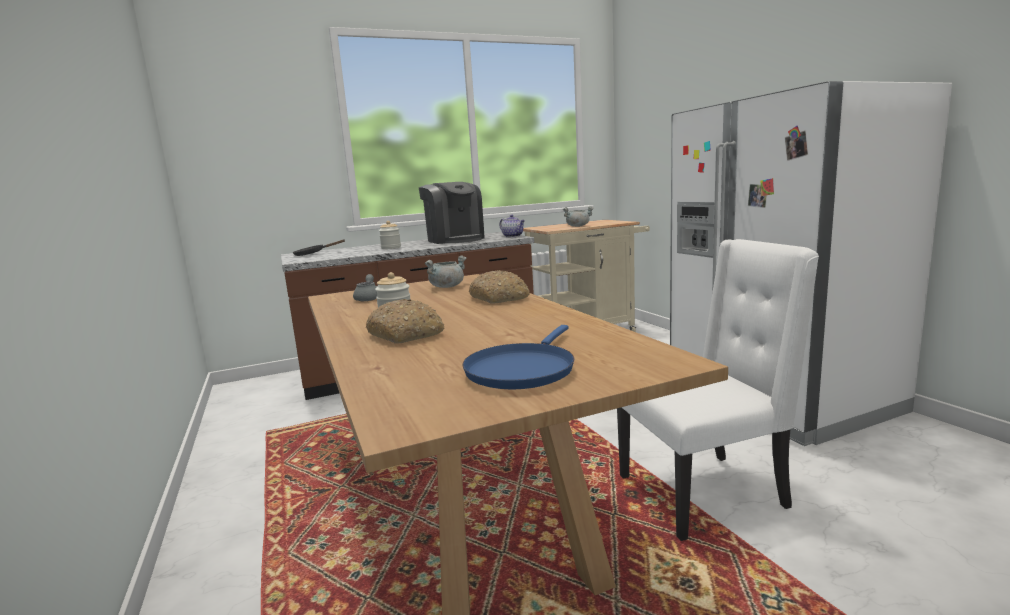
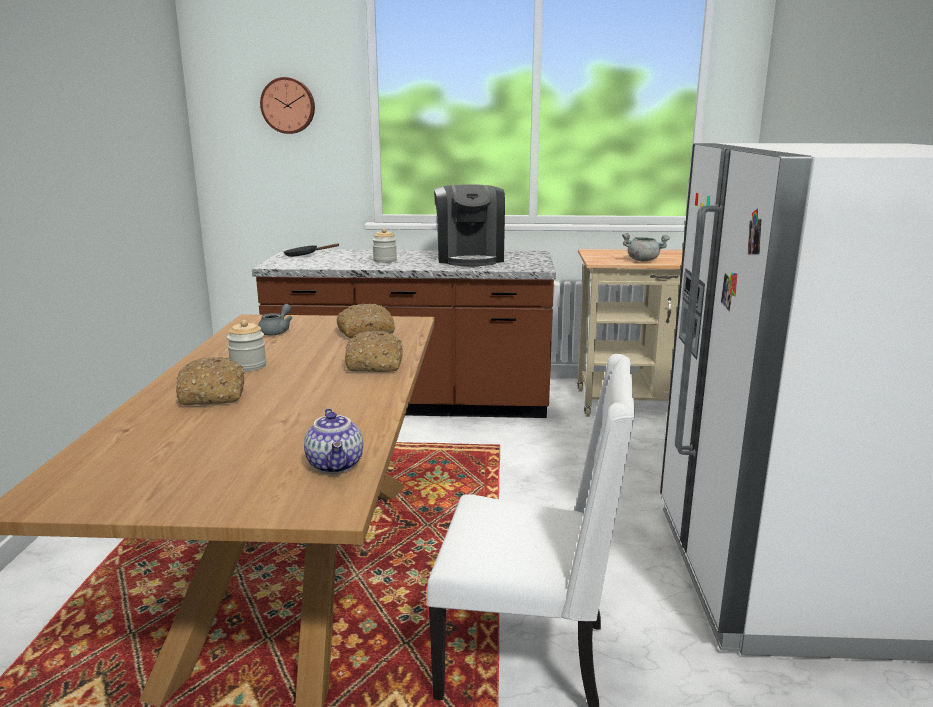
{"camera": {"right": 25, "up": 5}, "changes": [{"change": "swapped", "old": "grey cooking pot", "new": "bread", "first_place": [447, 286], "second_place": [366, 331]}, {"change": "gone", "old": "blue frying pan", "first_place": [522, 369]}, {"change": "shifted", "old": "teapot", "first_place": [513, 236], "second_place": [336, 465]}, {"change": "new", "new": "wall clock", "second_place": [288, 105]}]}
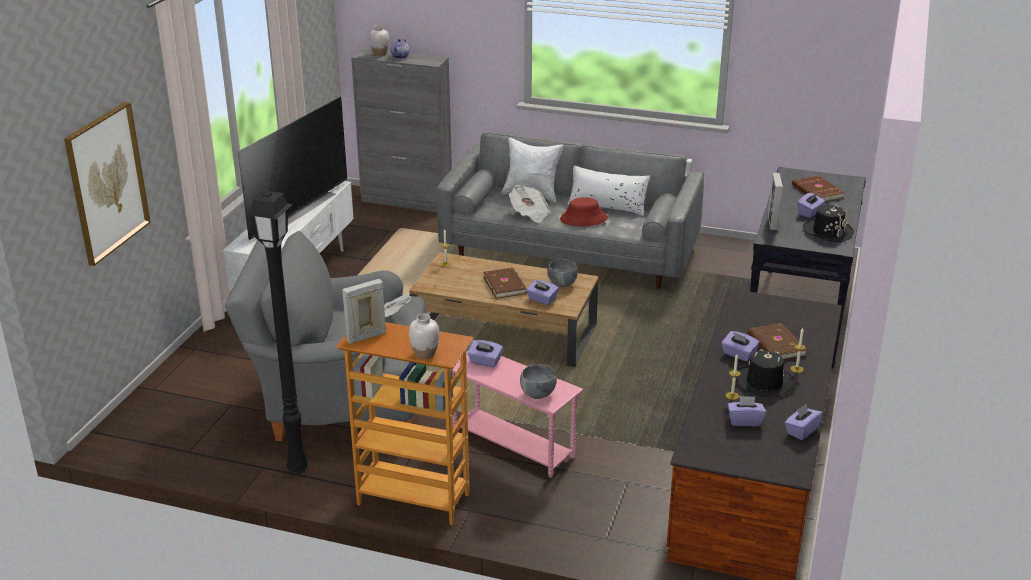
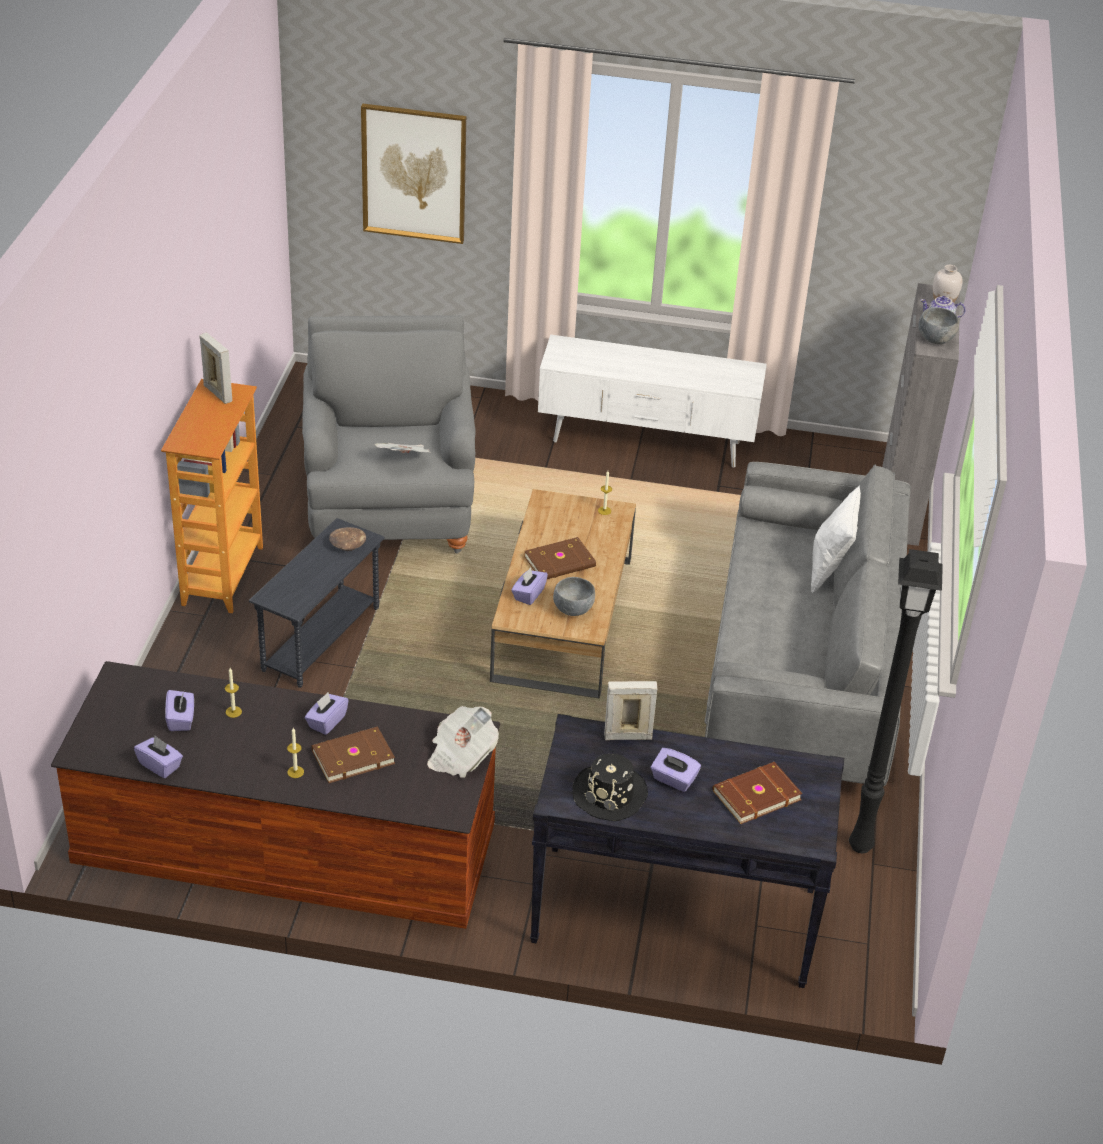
{"camera": {"right": 80, "up": 10}, "changes": [{"change": "gone", "old": "television", "first_place": [295, 210]}, {"change": "shifted", "old": "black floor lamp", "first_place": [299, 468], "second_place": [862, 847]}, {"change": "gone", "old": "white vase", "first_place": [425, 354]}, {"change": "repainted", "old": "pink side table", "new": "grey side table", "first_place": [512, 445], "second_place": [320, 639]}, {"change": "swapped", "old": "purple tissue box", "new": "brown bowl", "first_place": [485, 362], "second_place": [348, 545]}, {"change": "shifted", "old": "newspaper", "first_place": [529, 214], "second_place": [460, 755]}, {"change": "shifted", "old": "grey bowl", "first_place": [537, 394], "second_place": [935, 339]}, {"change": "gone", "old": "red hat", "first_place": [583, 219]}, {"change": "gone", "old": "white pillow", "first_place": [607, 206]}, {"change": "gone", "old": "black hat", "first_place": [764, 382]}]}
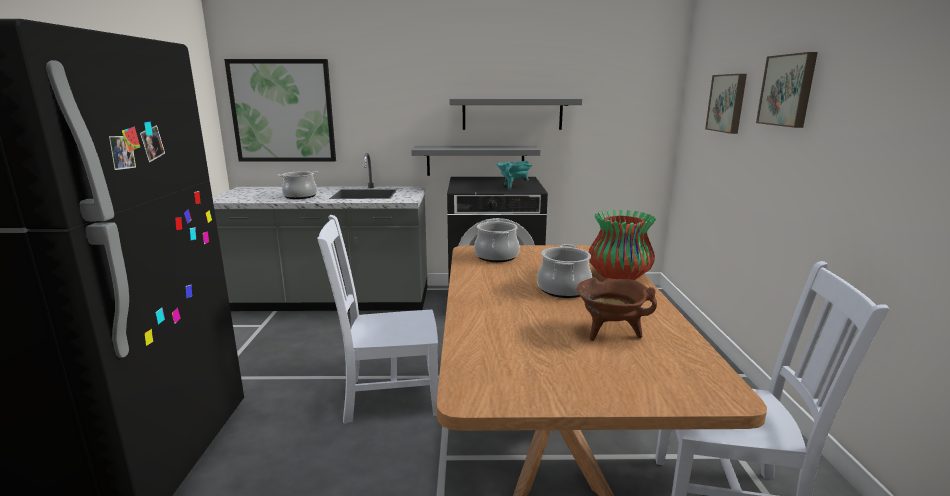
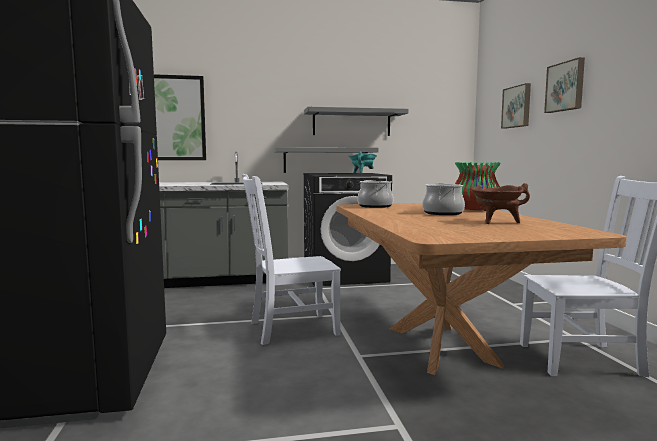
{"camera": {"right": -10, "up": -10}, "changes": [{"change": "gone", "old": "cooking pot", "first_place": [300, 196]}]}
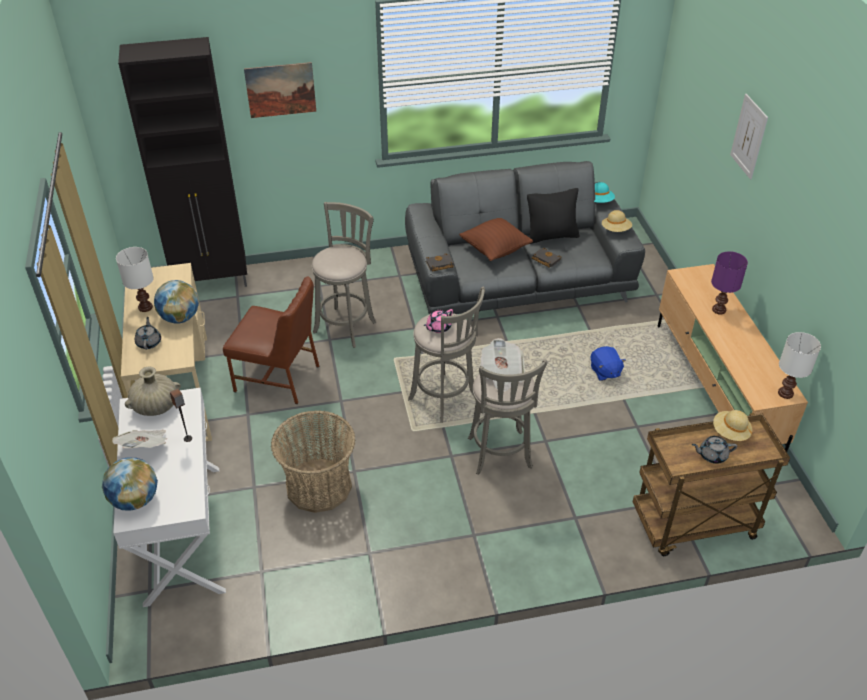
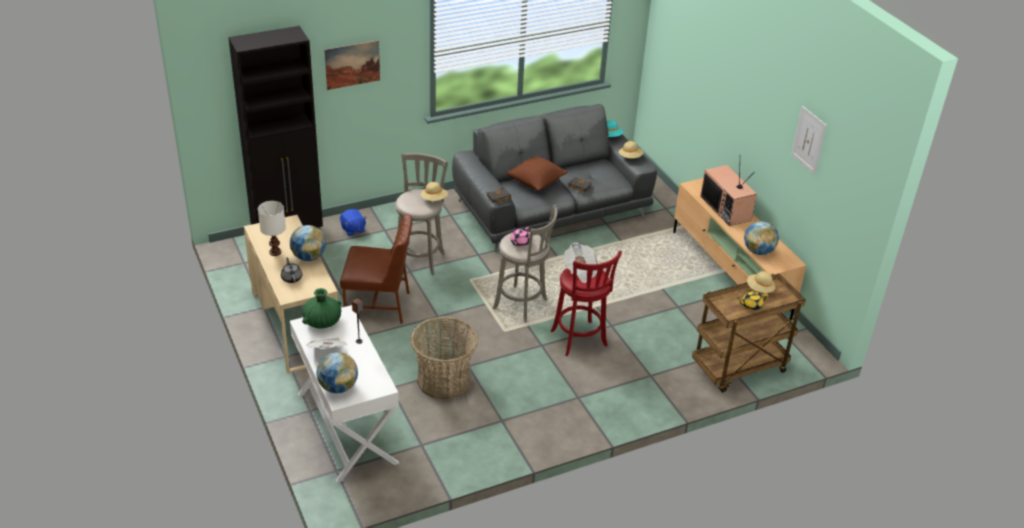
{"camera": {"right": -15, "up": -5}, "changes": [{"change": "repainted", "old": "beige vase", "new": "green vase", "first_place": [156, 406], "second_place": [322, 322]}, {"change": "repainted", "old": "grey stool", "new": "red stool", "first_place": [500, 455], "second_place": [580, 340]}, {"change": "gone", "old": "black pillow", "first_place": [551, 236]}, {"change": "shifted", "old": "blue plush toy", "first_place": [605, 372], "second_place": [353, 229]}, {"change": "repainted", "old": "grey teapot", "new": "yellow teapot", "first_place": [712, 455], "second_place": [751, 305]}, {"change": "swapped", "old": "purple table lamp", "new": "television", "first_place": [719, 310], "second_place": [727, 208]}, {"change": "shifted", "old": "picture", "first_place": [749, 136], "second_place": [808, 140]}, {"change": "gone", "old": "white table lamp", "first_place": [784, 393]}, {"change": "new", "new": "beige hat", "second_place": [434, 199]}, {"change": "new", "new": "globe", "second_place": [758, 251]}]}
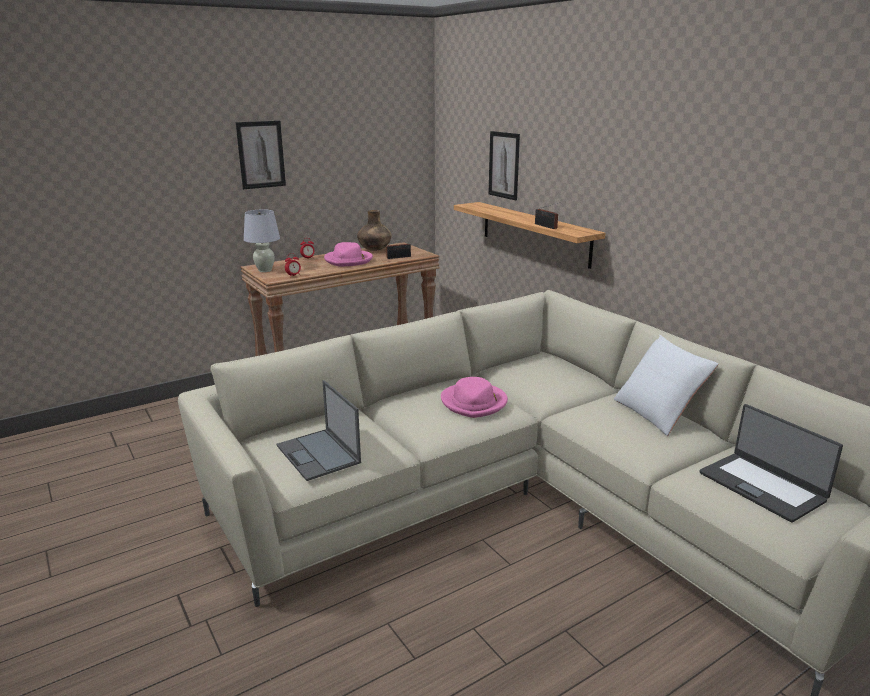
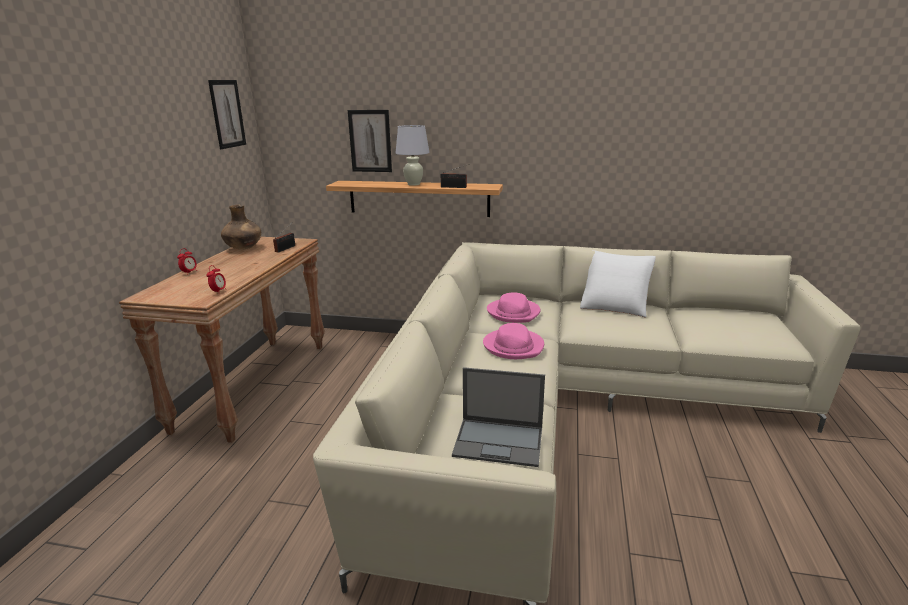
{"camera": {"right": -45, "up": 0}, "changes": [{"change": "shifted", "old": "picture", "first_place": [261, 154], "second_place": [227, 114]}, {"change": "shifted", "old": "white table lamp", "first_place": [265, 270], "second_place": [413, 184]}, {"change": "shifted", "old": "pink hat", "first_place": [348, 260], "second_place": [513, 313]}, {"change": "gone", "old": "laptop", "first_place": [762, 486]}]}
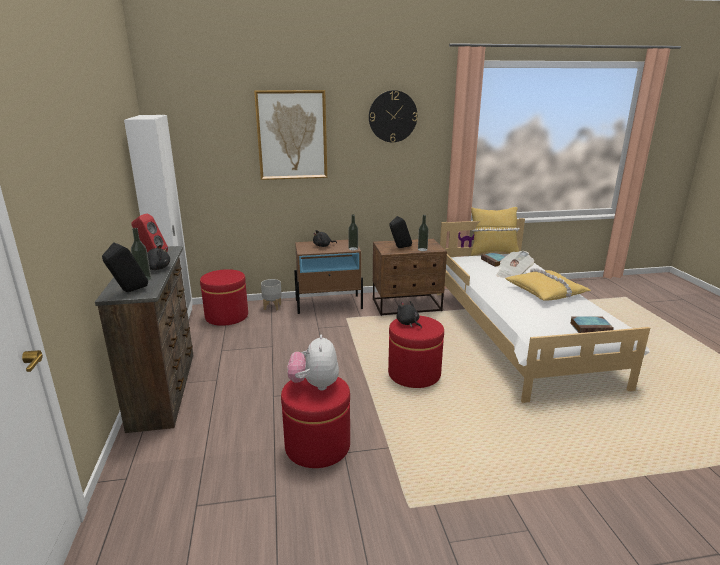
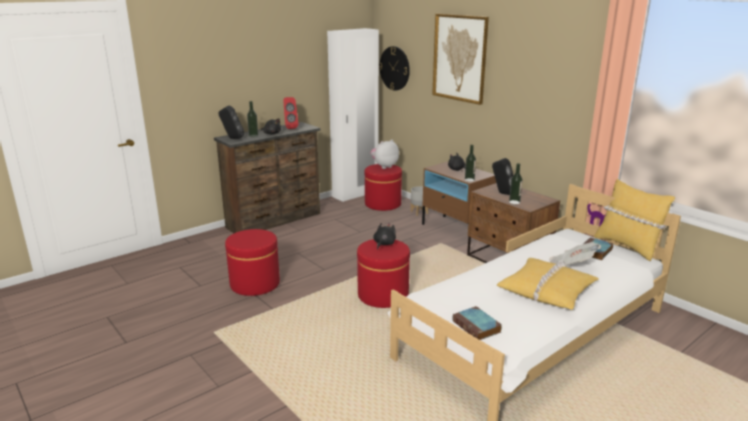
{"camera": {"right": 60, "up": 0}, "changes": [{"change": "shifted", "old": "plush toy", "first_place": [314, 385], "second_place": [384, 166]}, {"change": "shifted", "old": "wall clock", "first_place": [392, 116], "second_place": [394, 68]}]}
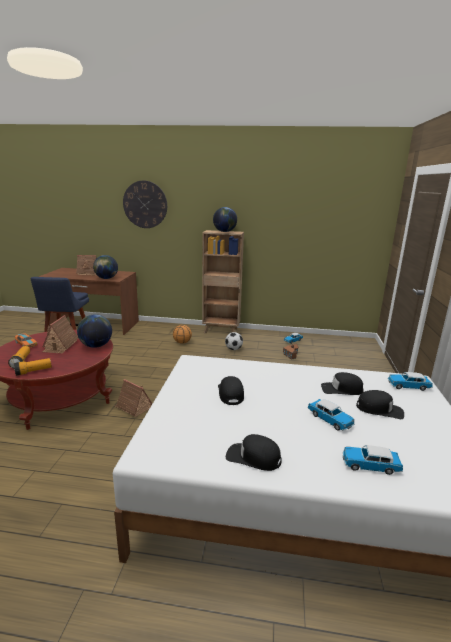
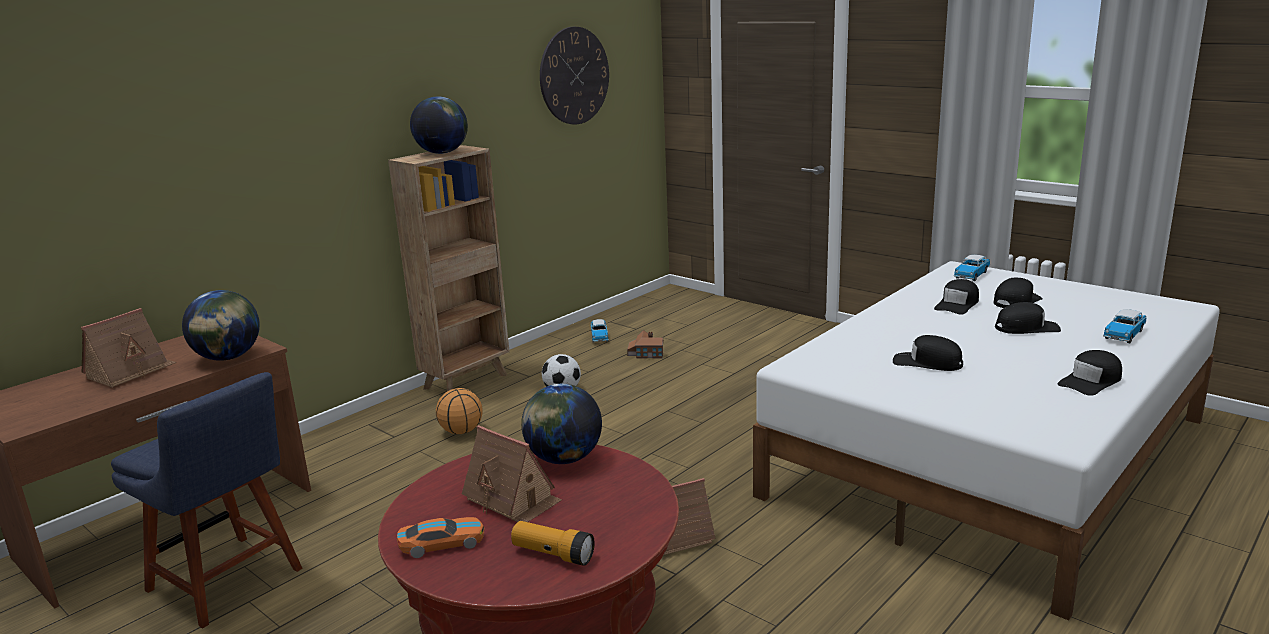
{"camera": {"right": -55, "up": 0}, "changes": [{"change": "gone", "old": "flashlight", "first_place": [34, 371]}, {"change": "shifted", "old": "wall clock", "first_place": [145, 204], "second_place": [574, 76]}, {"change": "swapped", "old": "toy car", "new": "black cap", "first_place": [330, 420], "second_place": [1026, 328]}]}
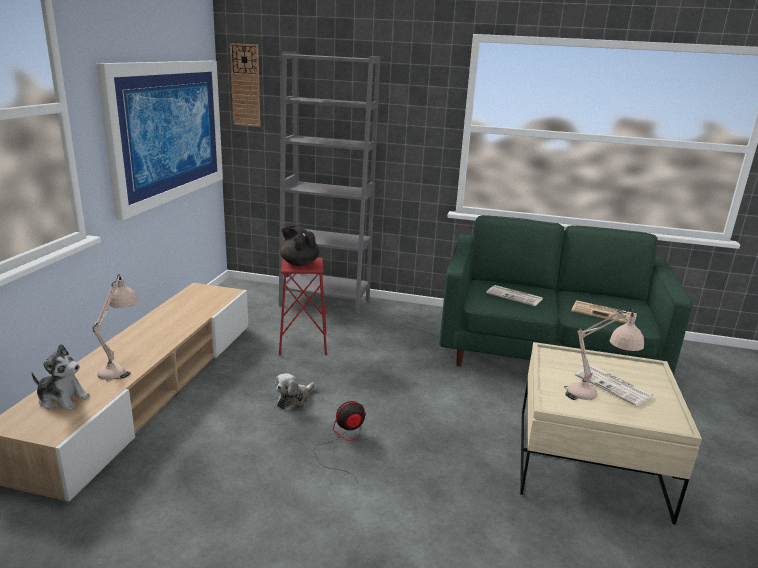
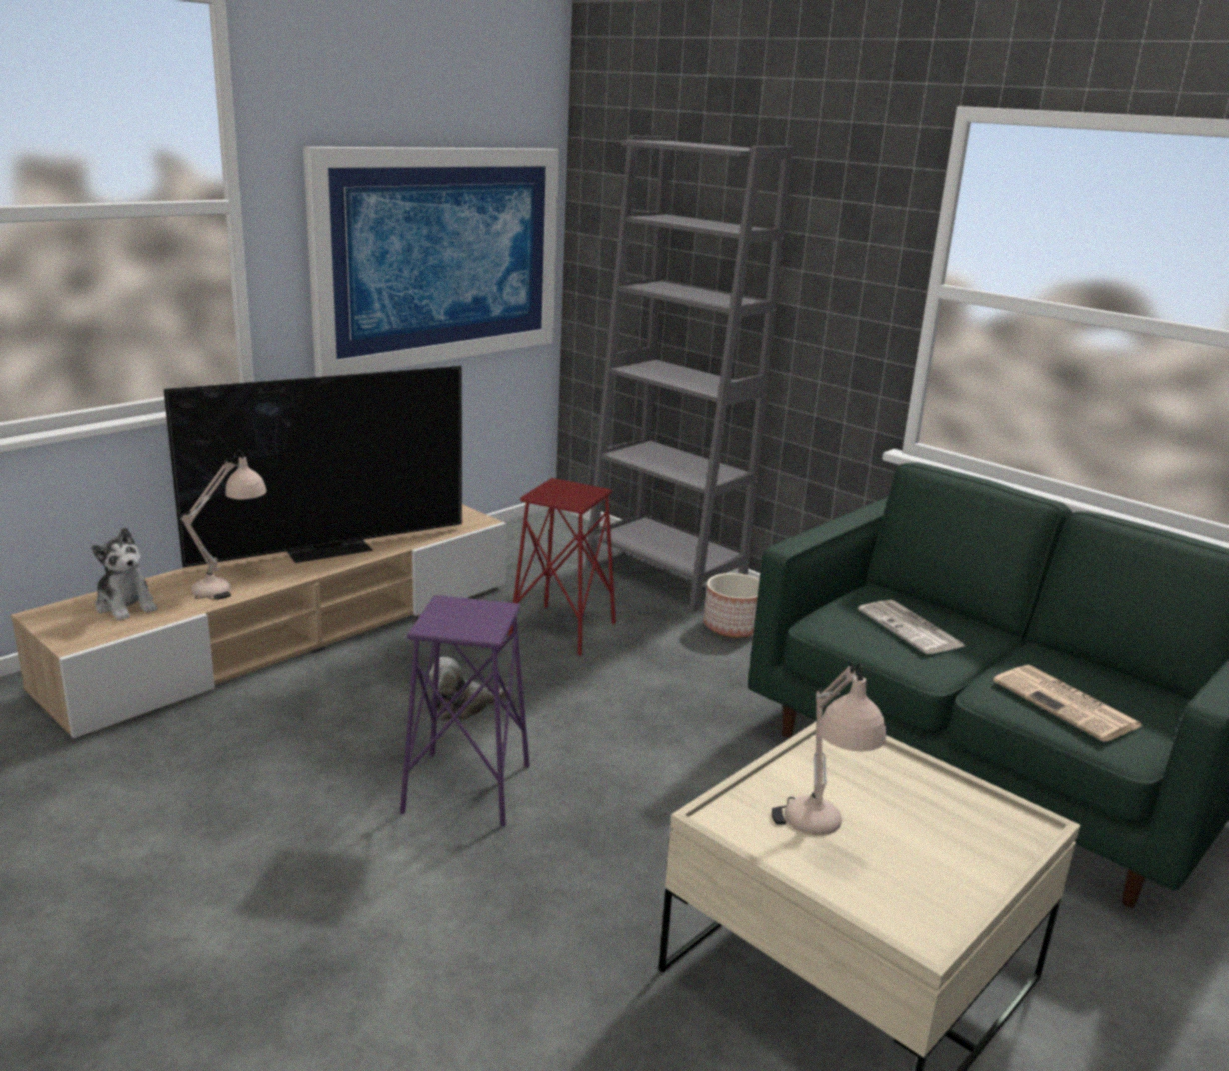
{"camera": {"right": 30, "up": 0}, "changes": [{"change": "gone", "old": "wall clock", "first_place": [245, 85]}, {"change": "gone", "old": "black teapot", "first_place": [299, 263]}, {"change": "swapped", "old": "fan", "new": "purple stool", "first_place": [343, 443], "second_place": [467, 788]}, {"change": "gone", "old": "newspaper", "first_place": [615, 386]}, {"change": "new", "new": "television", "second_place": [330, 548]}, {"change": "new", "new": "planter", "second_place": [733, 626]}]}
